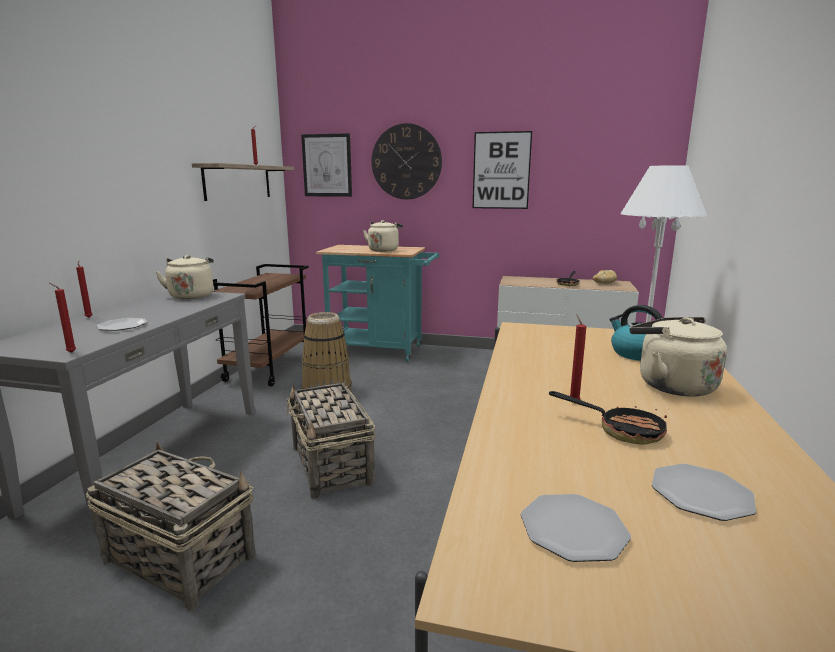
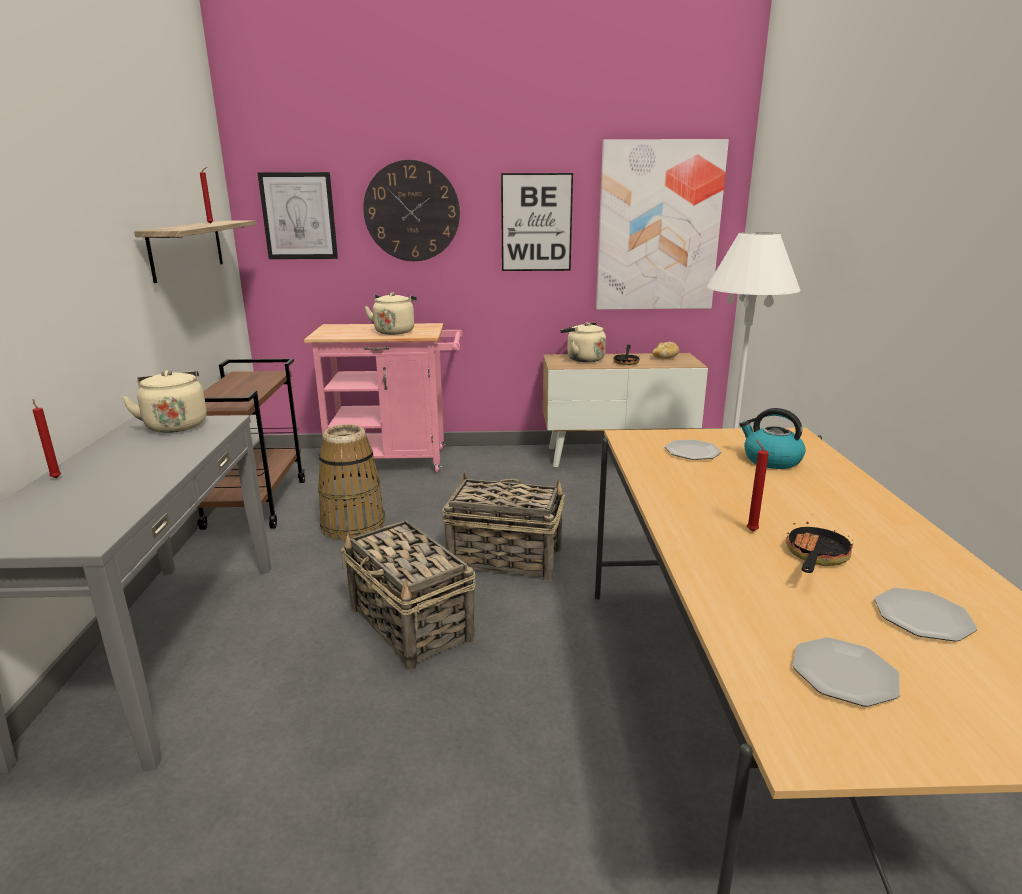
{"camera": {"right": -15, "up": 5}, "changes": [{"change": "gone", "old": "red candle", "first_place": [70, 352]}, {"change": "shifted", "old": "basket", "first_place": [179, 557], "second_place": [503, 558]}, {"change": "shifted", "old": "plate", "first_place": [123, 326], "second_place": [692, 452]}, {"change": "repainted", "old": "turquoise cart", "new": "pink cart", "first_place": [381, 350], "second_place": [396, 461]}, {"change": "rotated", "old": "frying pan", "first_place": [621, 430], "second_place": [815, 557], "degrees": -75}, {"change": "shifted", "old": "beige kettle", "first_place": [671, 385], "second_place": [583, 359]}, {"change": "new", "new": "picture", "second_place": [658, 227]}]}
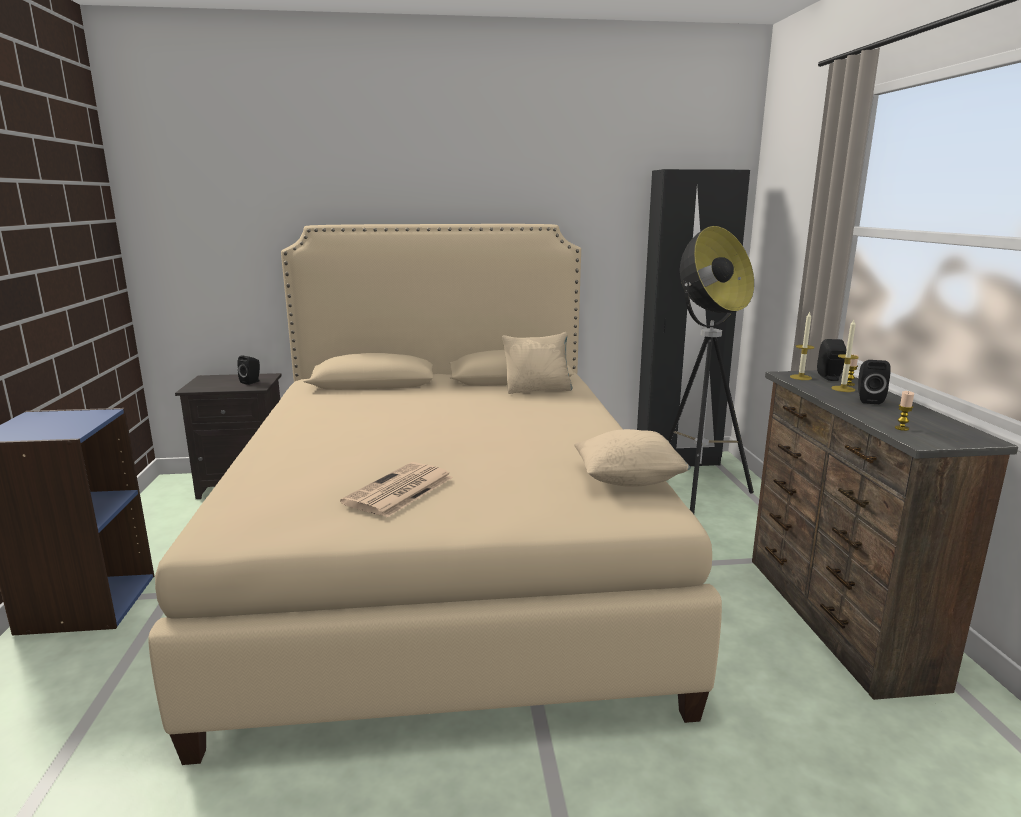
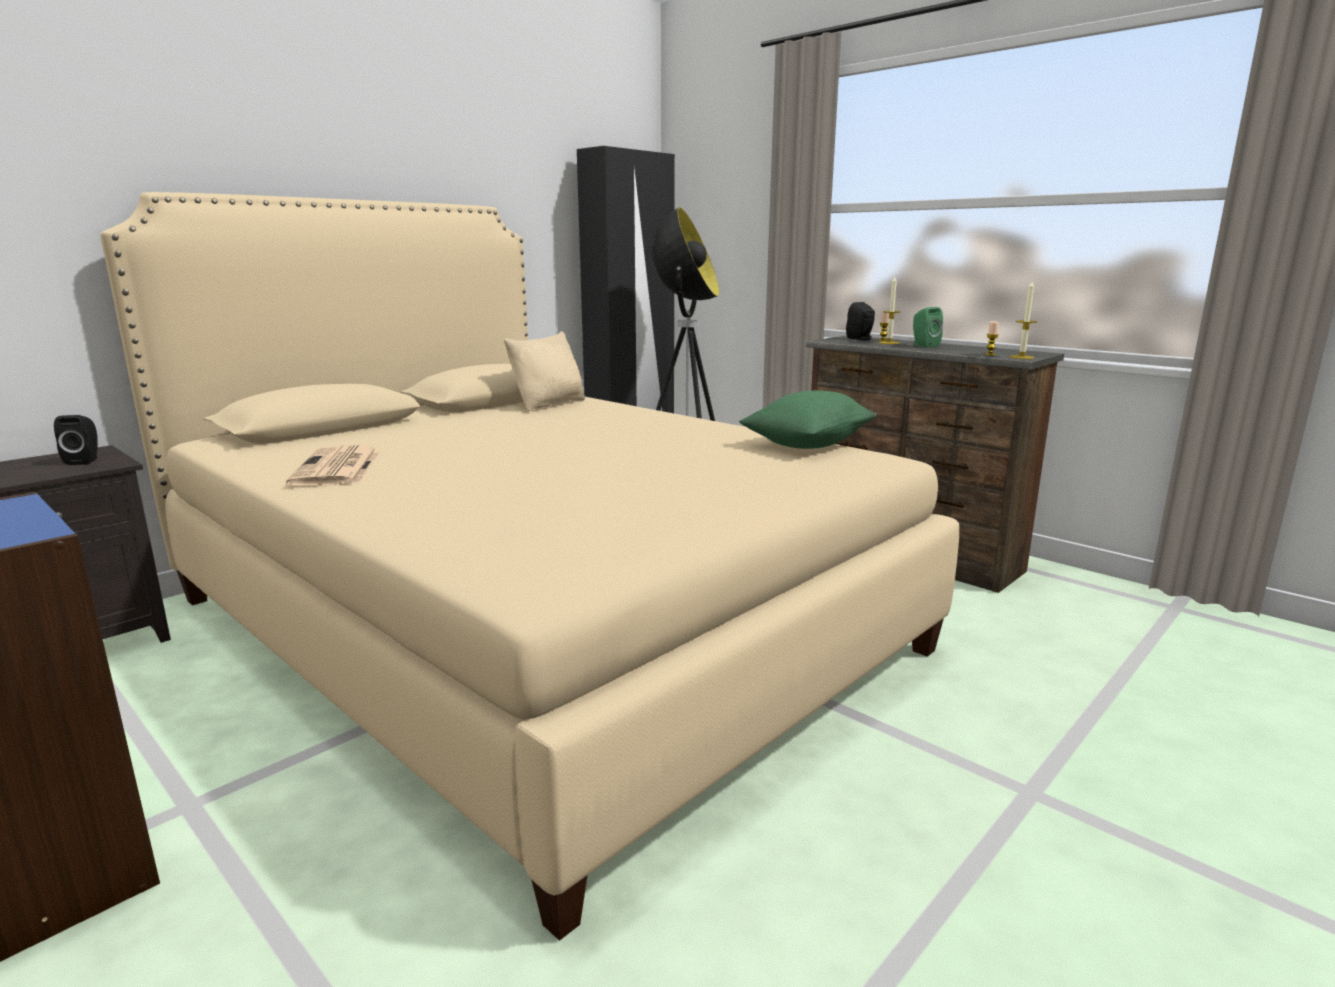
{"camera": {"right": -40, "up": 0}, "changes": [{"change": "shifted", "old": "newspaper", "first_place": [399, 491], "second_place": [337, 468]}, {"change": "repainted", "old": "beige pillow", "new": "green pillow", "first_place": [629, 480], "second_place": [807, 445]}, {"change": "shifted", "old": "candle", "first_place": [800, 377], "second_place": [1021, 357]}, {"change": "repainted", "old": "black speaker", "new": "green speaker", "first_place": [868, 400], "second_place": [923, 346]}]}
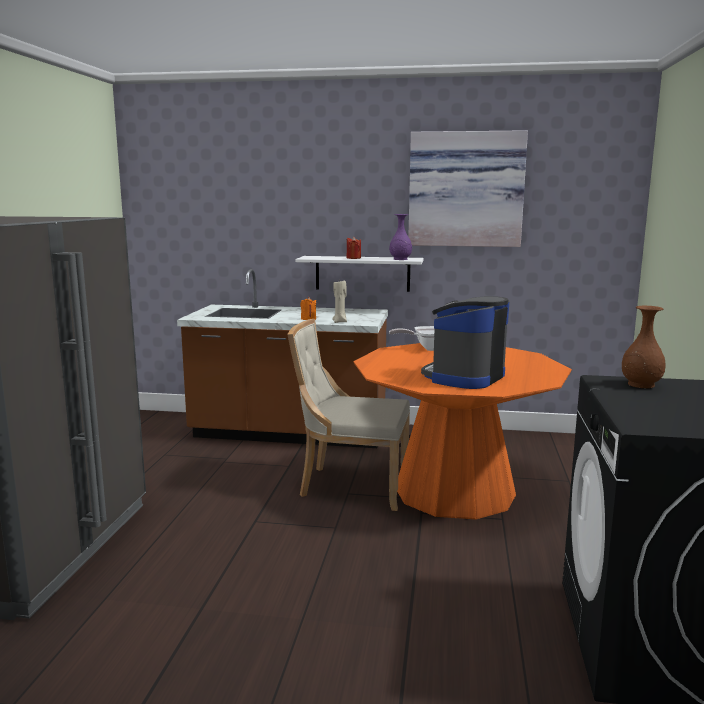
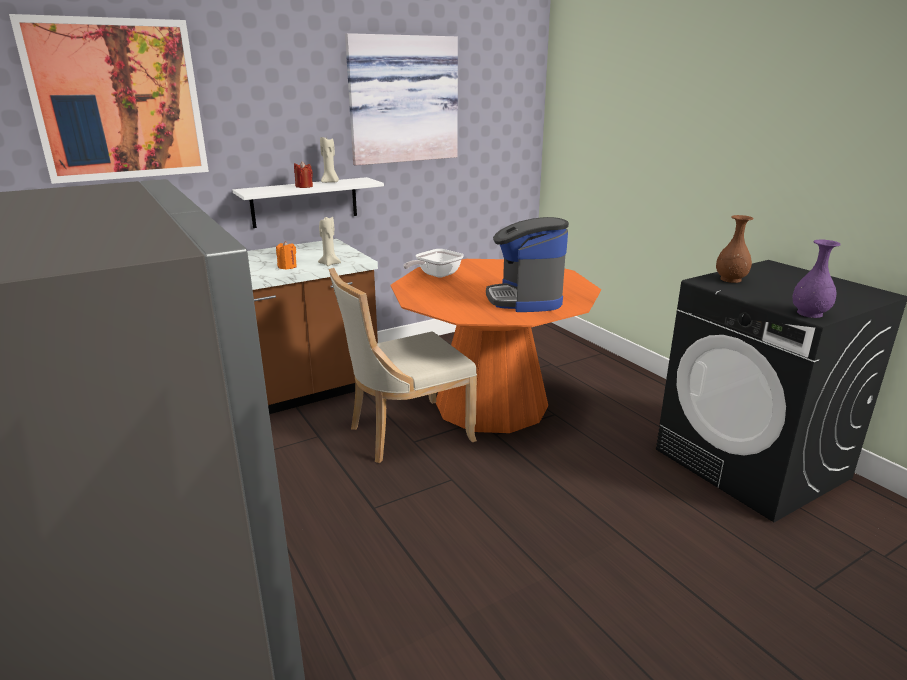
{"camera": {"right": -40, "up": 10}, "changes": [{"change": "shifted", "old": "purple vase", "first_place": [400, 259], "second_place": [810, 314]}, {"change": "new", "new": "picture", "second_place": [118, 100]}, {"change": "new", "new": "beige candle", "second_place": [330, 182]}]}
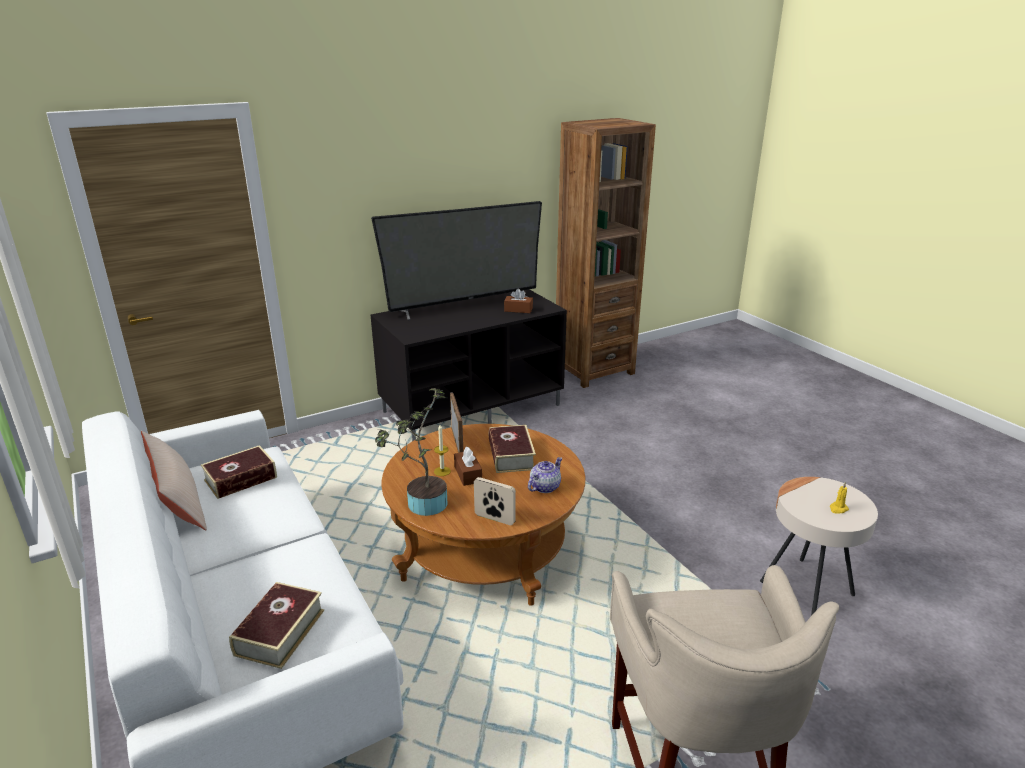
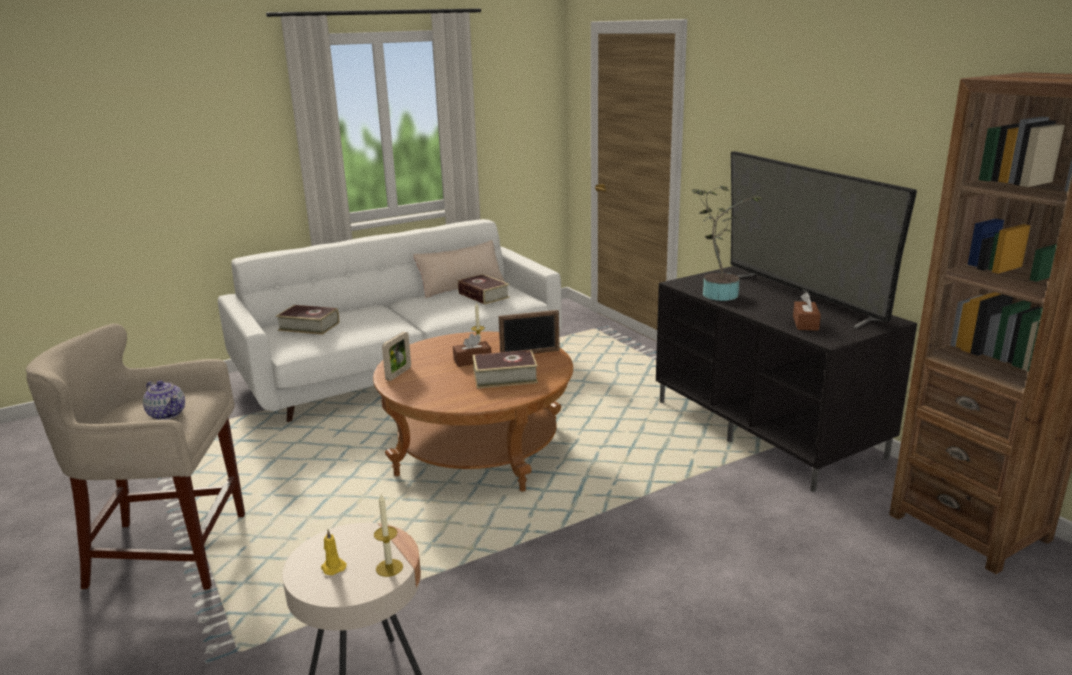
{"camera": {"right": 90, "up": -5}, "changes": [{"change": "shifted", "old": "potted plant", "first_place": [422, 504], "second_place": [718, 293]}, {"change": "shifted", "old": "teapot", "first_place": [544, 487], "second_place": [167, 414]}, {"change": "new", "new": "candle", "second_place": [389, 568]}]}
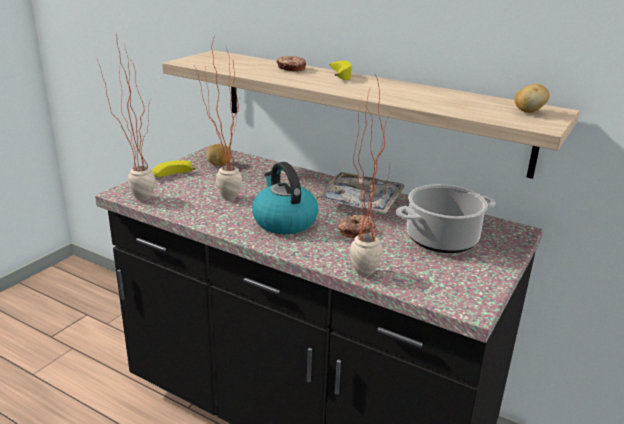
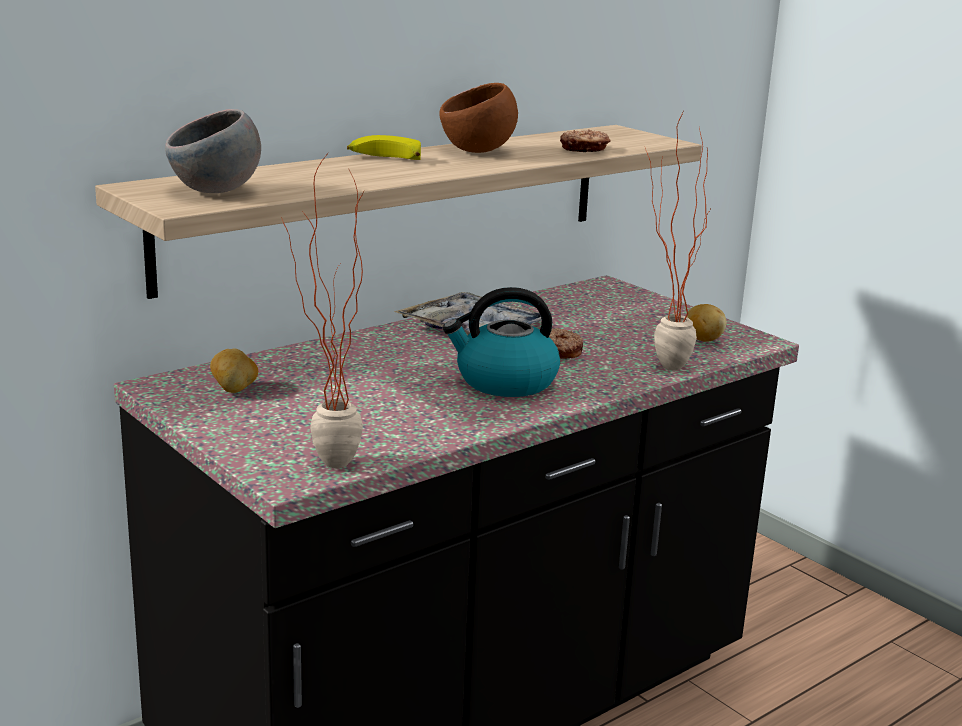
{"camera": {"right": -70, "up": -5}, "changes": [{"change": "gone", "old": "banana", "first_place": [171, 176]}, {"change": "gone", "old": "potted plant", "first_place": [221, 197]}, {"change": "shifted", "old": "donut", "first_place": [291, 68], "second_place": [584, 149]}, {"change": "gone", "old": "cooking pot", "first_place": [442, 239]}, {"change": "shifted", "old": "potato", "first_place": [529, 112], "second_place": [702, 339]}, {"change": "new", "new": "grey bowl", "second_place": [217, 192]}, {"change": "new", "new": "brown bowl", "second_place": [478, 152]}]}
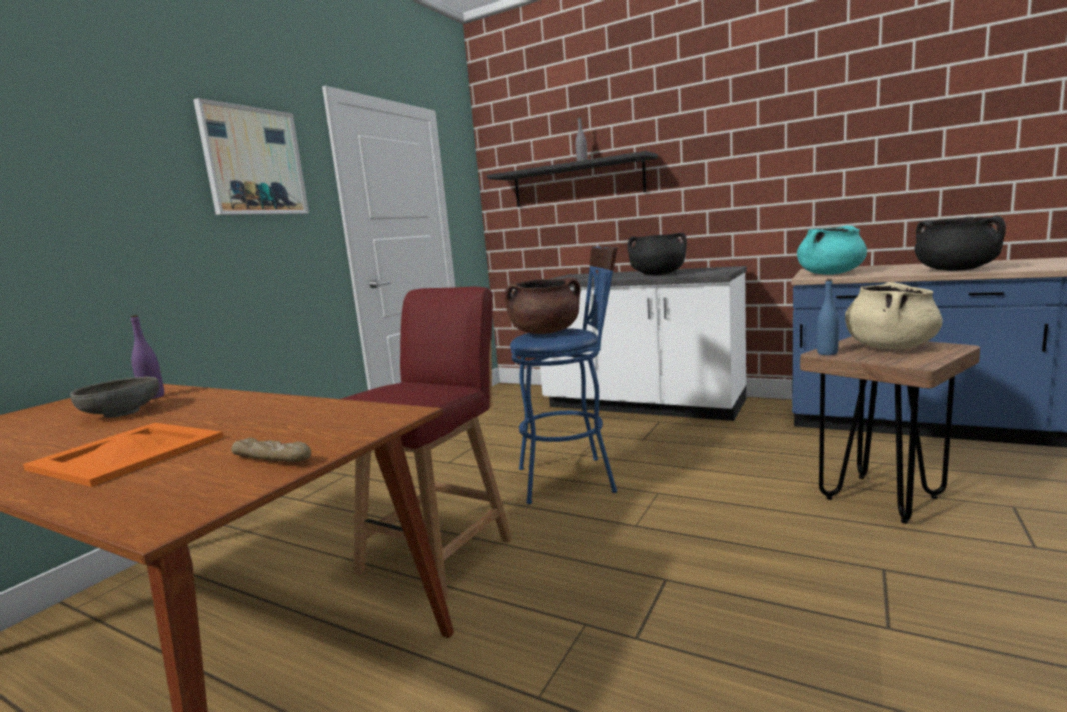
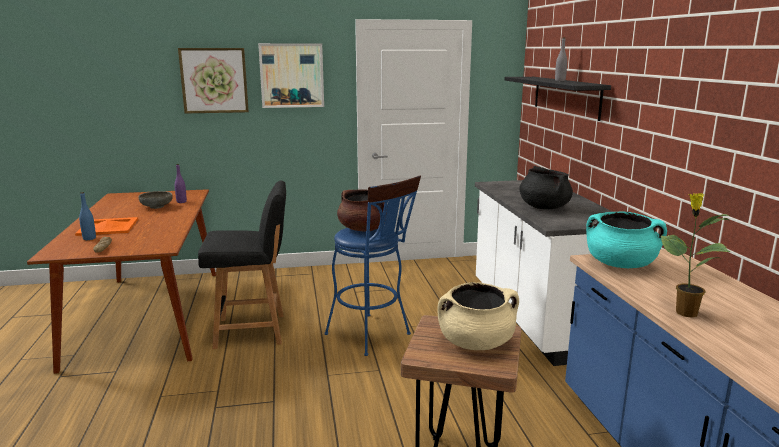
{"camera": {"right": 50, "up": 5}, "changes": [{"change": "repainted", "old": "red chair", "new": "black chair", "first_place": [438, 553], "second_place": [252, 331]}, {"change": "shifted", "old": "blue bottle", "first_place": [827, 353], "second_place": [89, 238]}, {"change": "swapped", "old": "black cooking pot", "new": "potted plant", "first_place": [955, 270], "second_place": [684, 312]}, {"change": "new", "new": "picture", "second_place": [214, 80]}]}
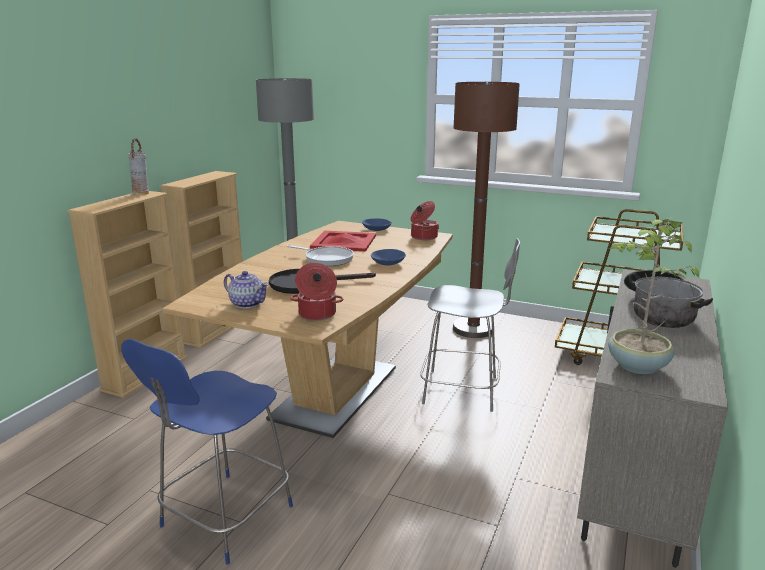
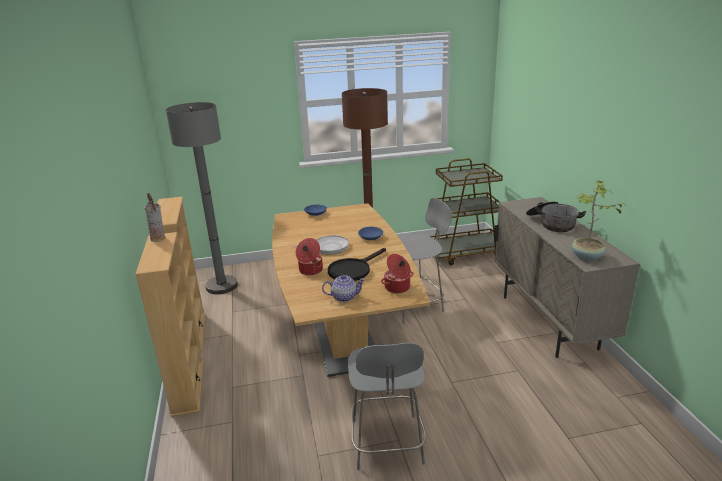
{"camera": {"right": -35, "up": 5}, "changes": [{"change": "repainted", "old": "blue chair", "new": "grey chair", "first_place": [224, 519], "second_place": [387, 444]}, {"change": "gone", "old": "red tray", "first_place": [344, 241]}, {"change": "shifted", "old": "cooking pot", "first_place": [423, 237], "second_place": [310, 270]}]}
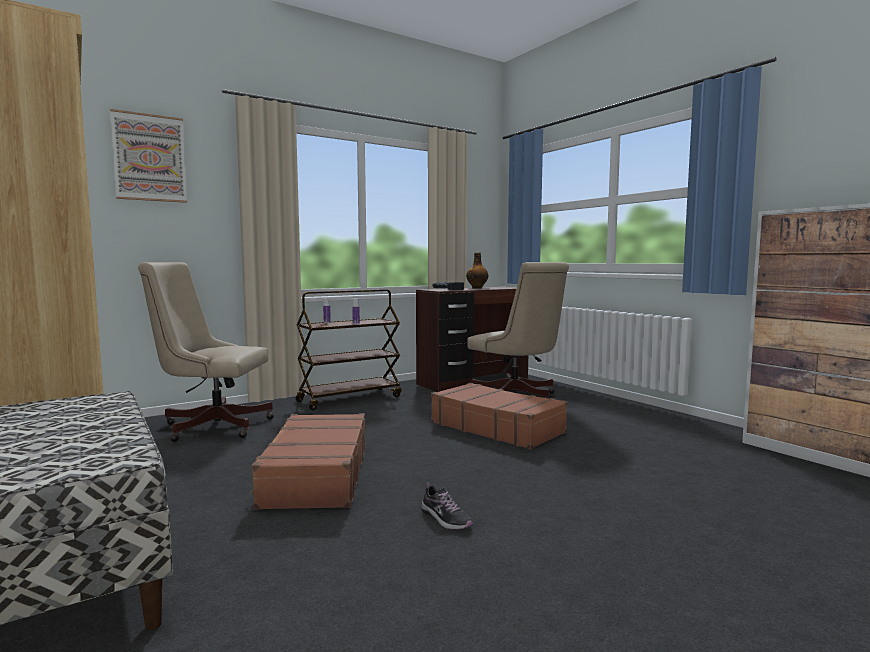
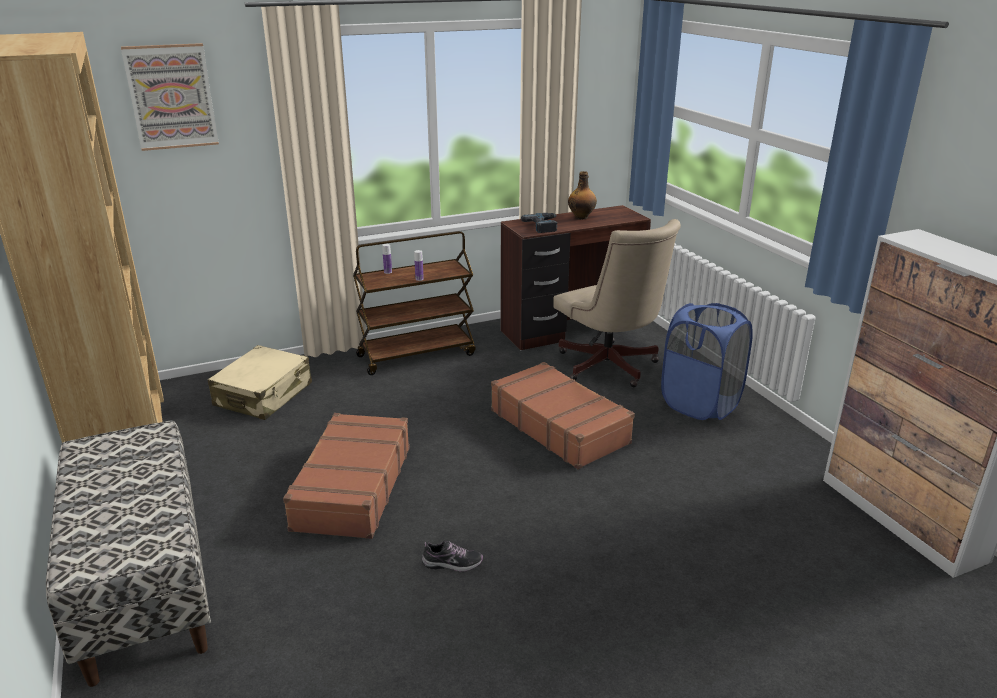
{"camera": {"right": 10, "up": 20}, "changes": [{"change": "swapped", "old": "beige office chair", "new": "beige suitcase", "first_place": [211, 426], "second_place": [264, 395]}, {"change": "rotated", "old": "shoe", "first_place": [445, 519], "second_place": [452, 563], "degrees": -60}, {"change": "new", "new": "blue laundry basket", "second_place": [700, 404]}]}
